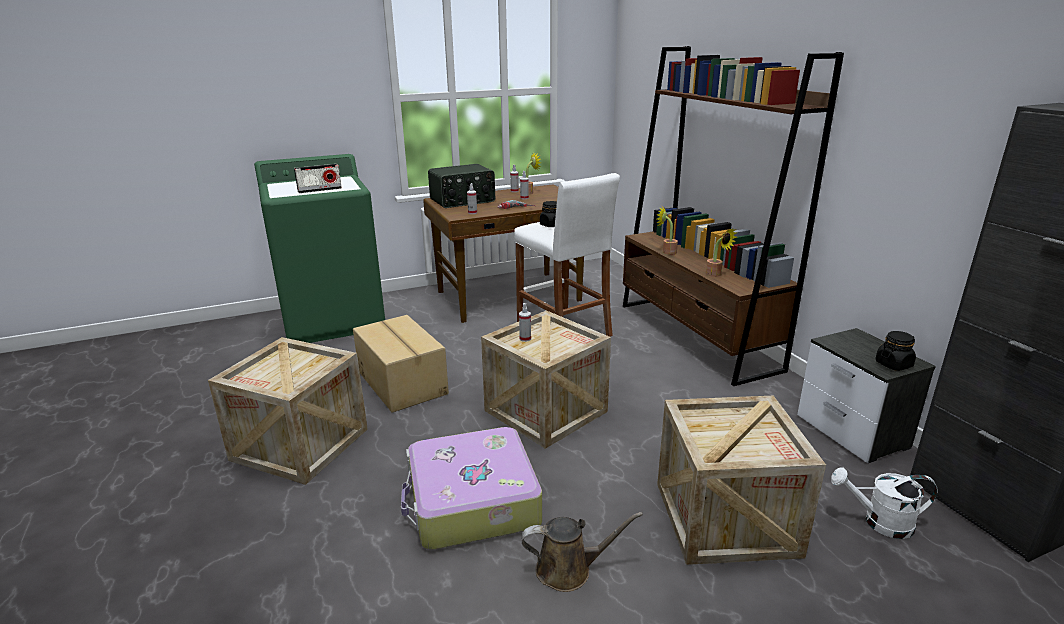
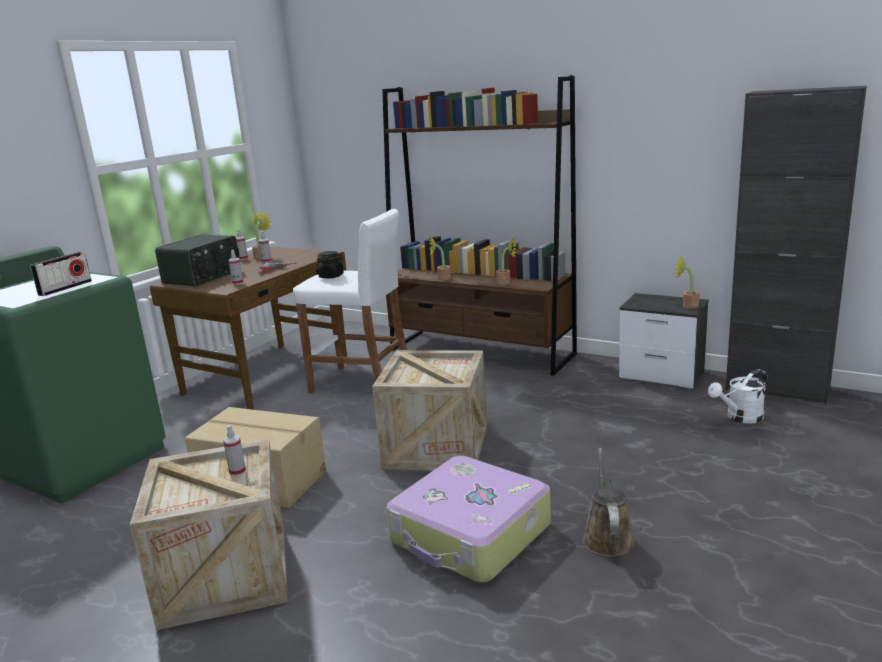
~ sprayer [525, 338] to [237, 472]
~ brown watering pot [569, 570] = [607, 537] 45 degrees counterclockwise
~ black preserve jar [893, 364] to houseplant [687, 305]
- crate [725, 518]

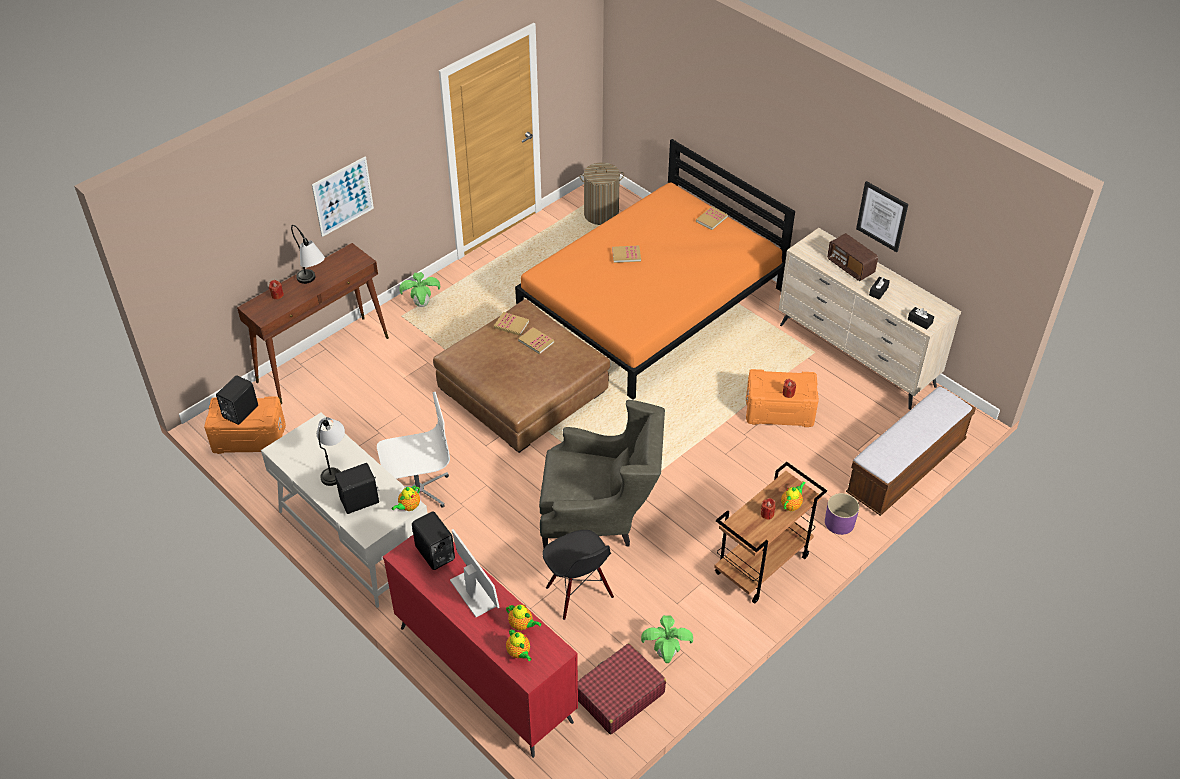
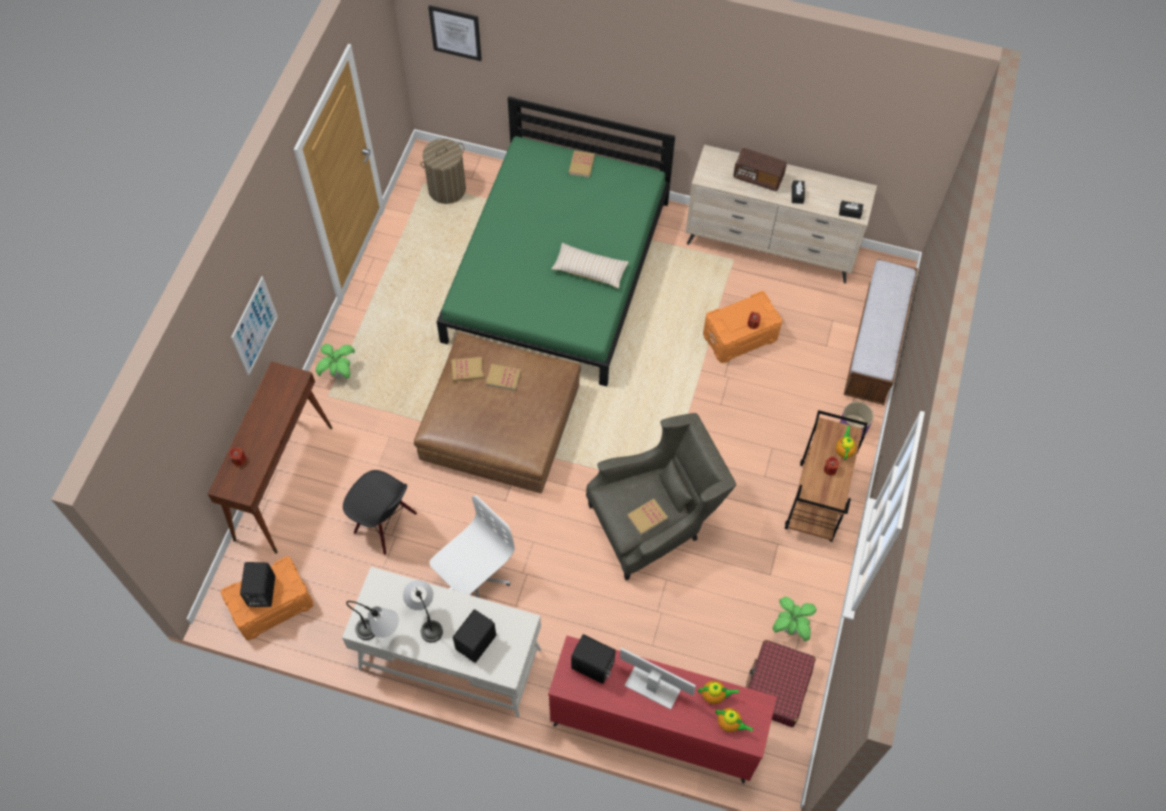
~ black upright chair [578, 593] to [385, 524]
~ table lamp [312, 284] to [380, 634]
~ wall art [882, 216] to [455, 32]
~ orange-coloured bed [652, 302] to green bed [558, 270]
+ beige-coloured pillow [590, 270]
~ book [626, 255] to [647, 517]
- pot for tea [408, 507]

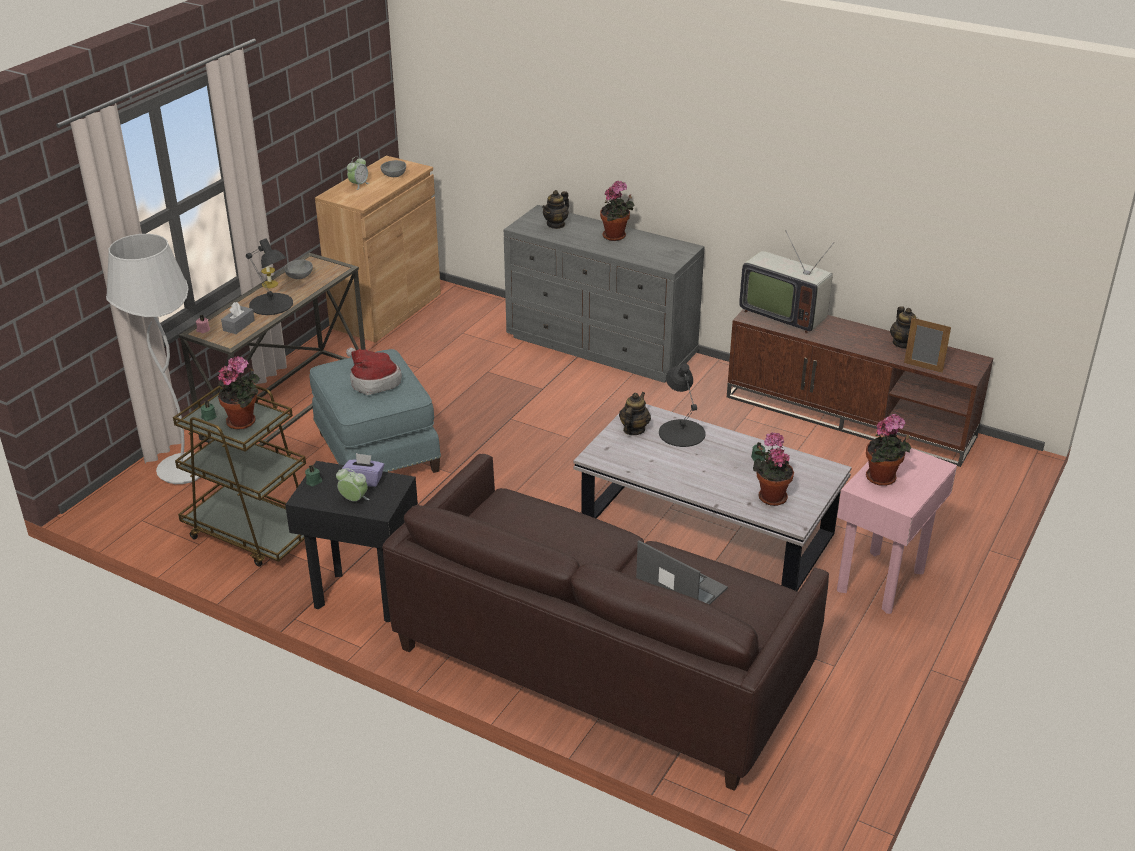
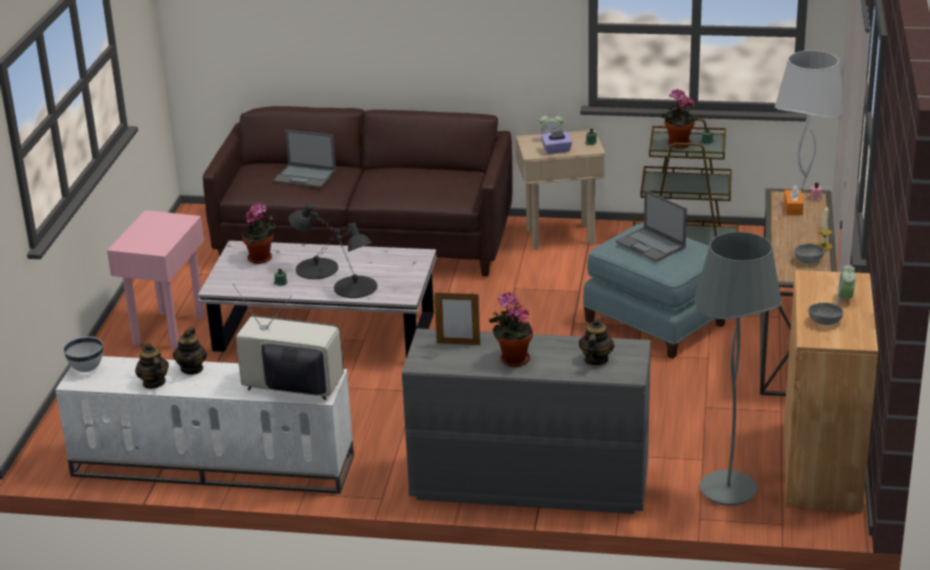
~ brown tv unit [850, 416] to white tv unit [210, 467]
+ white serving bowl [86, 369]
~ pot for tea [633, 430] to [192, 368]
~ black table lamp [271, 304] to [316, 268]
~ photo frame [923, 367] to [458, 343]
~ black end table [363, 595] to beige-coloured end table [560, 236]
~ clothing hat [372, 381] to notebook computer [651, 245]
+ greyish floor lamp [728, 491]
~ greyish box of tissues [238, 325] to orange-coloured box of tissues [793, 208]
- houseplant [883, 479]

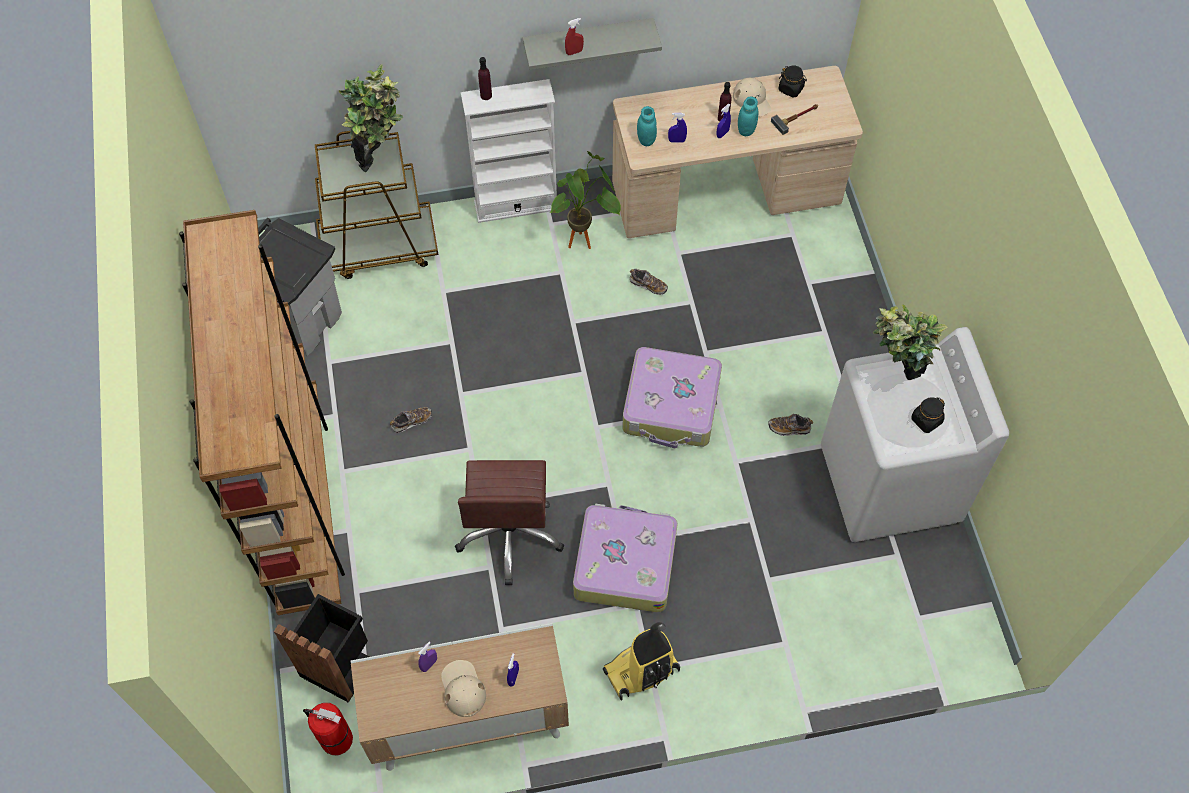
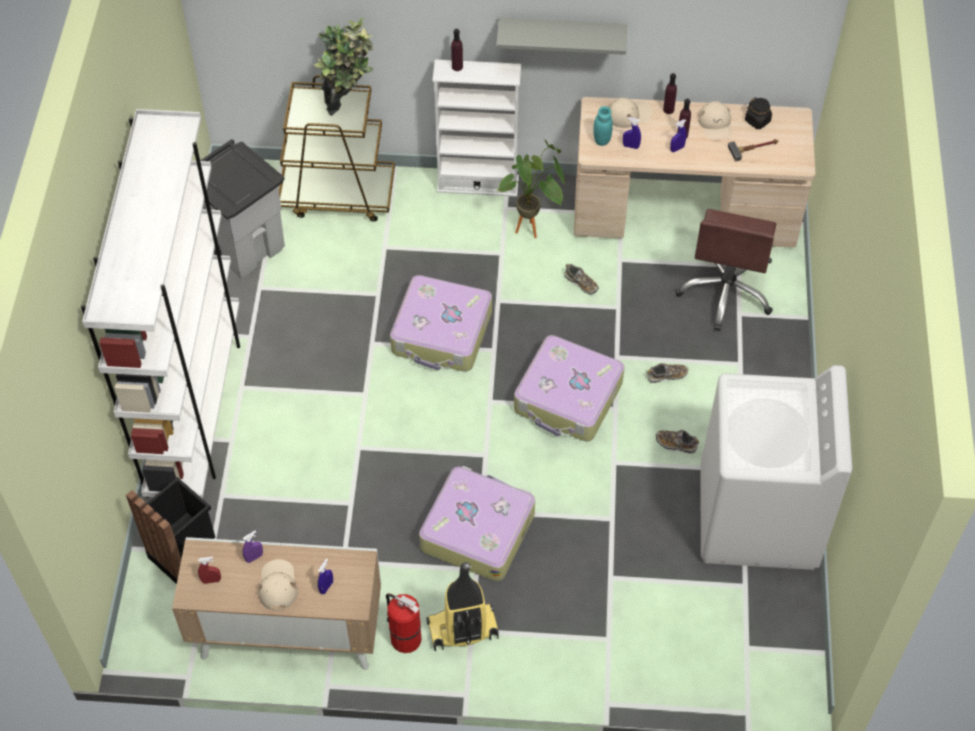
~ brown bookshelf [301, 504] to white bookshelf [195, 408]
~ reddish sprayer [574, 52] to [211, 580]
~ extinguisher [334, 739] to [404, 638]
+ travel case [442, 333]
+ beige-coloured baseball cap [629, 114]
~ low shoe [411, 421] to [666, 376]
+ purple beverage bottle [668, 109]
~ brown desk chair [510, 534] to [726, 292]
- turquoise preserve jar [746, 130]
- houseplant [894, 377]
- black preserve jar [926, 420]

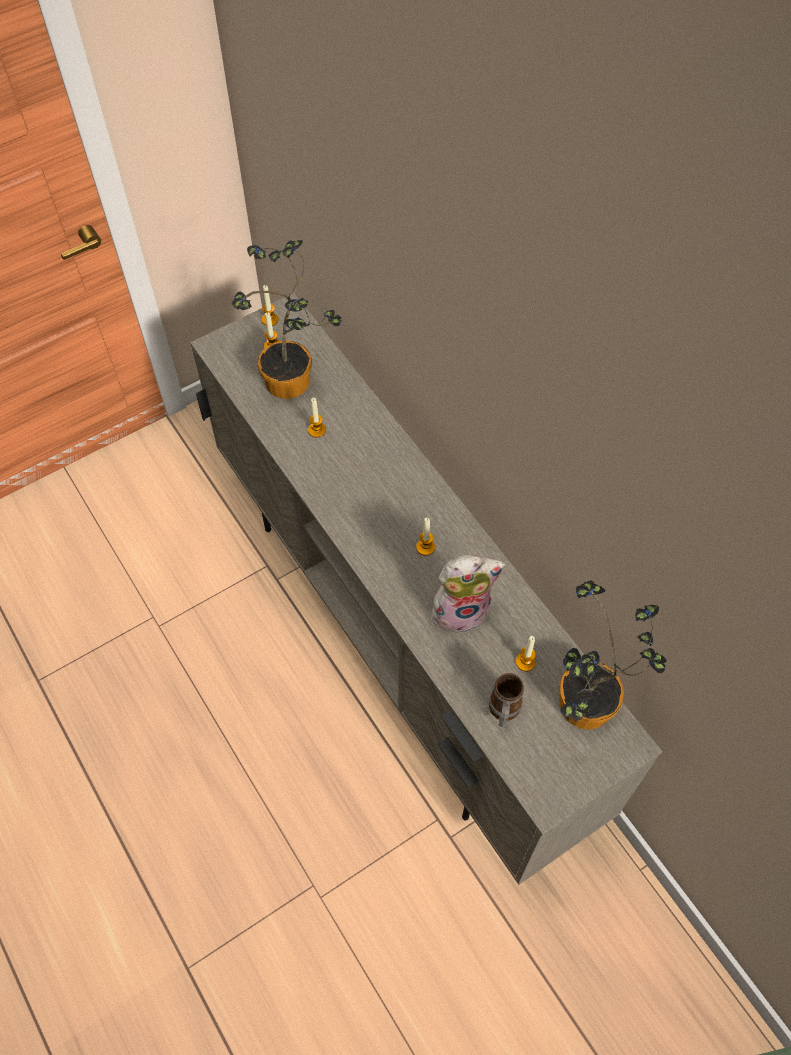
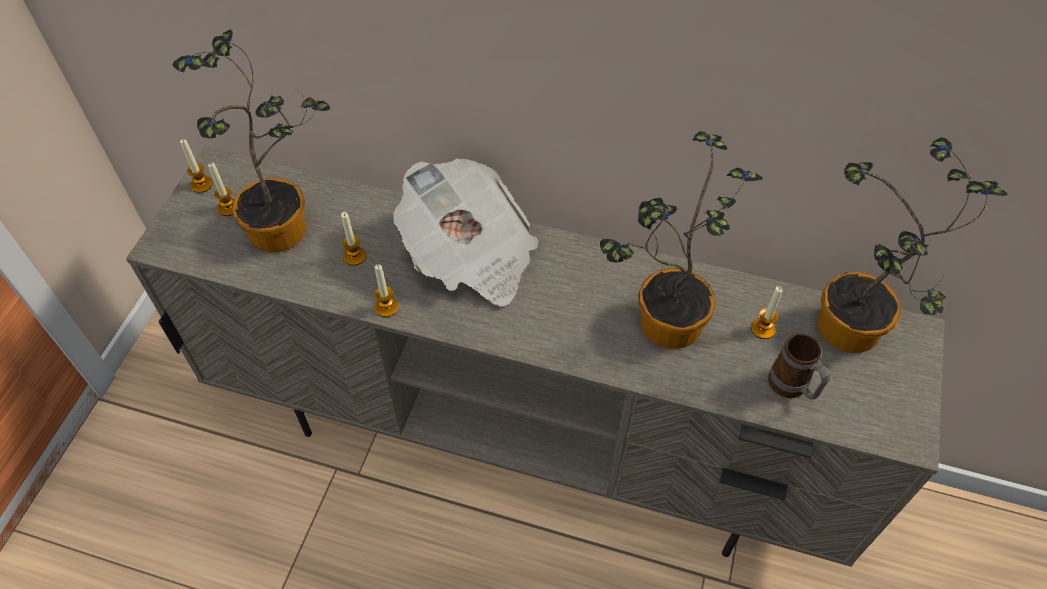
~ candle [425, 547] to [386, 307]
+ newspaper [470, 255]
~ plush toy [461, 609] to houseplant [660, 324]

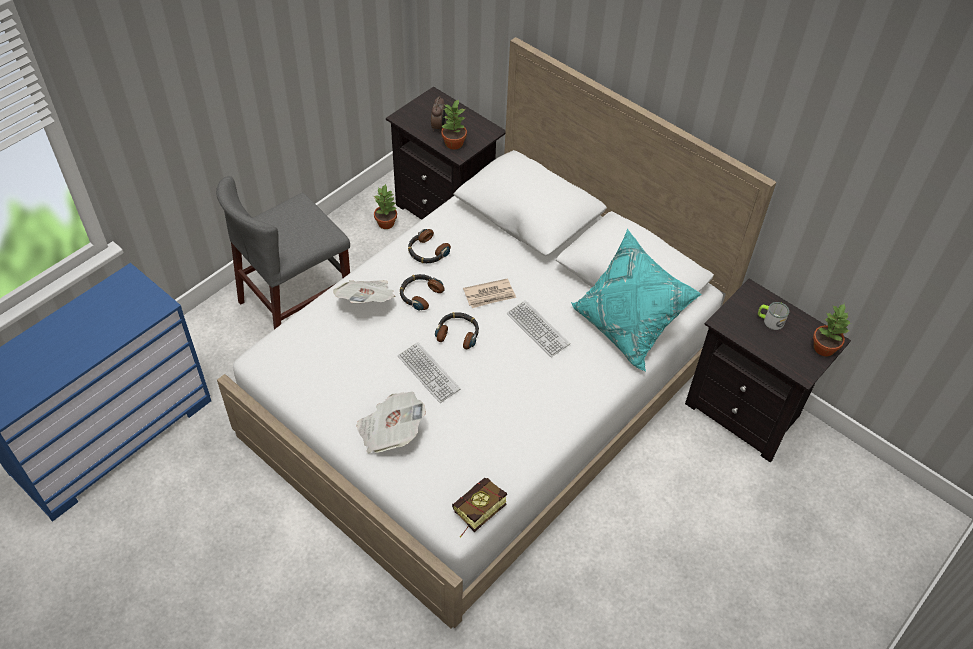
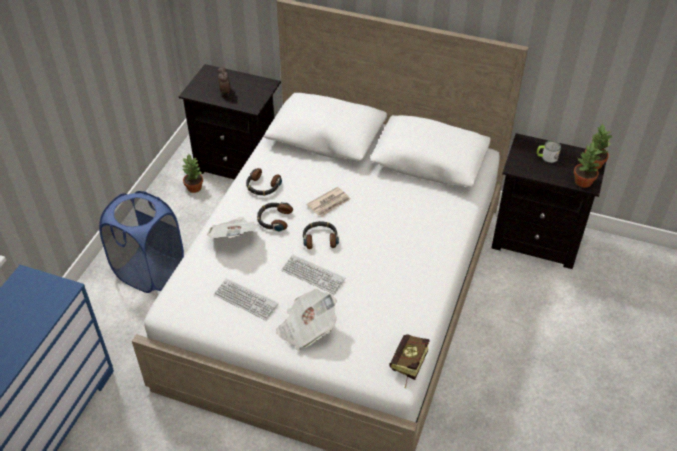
~ greyish upright chair [296, 304] to bluish laundry basket [149, 271]
~ PC keyboard [537, 329] to [246, 300]
~ houseplant [453, 143] to [583, 182]
- turquoise pillow [627, 327]

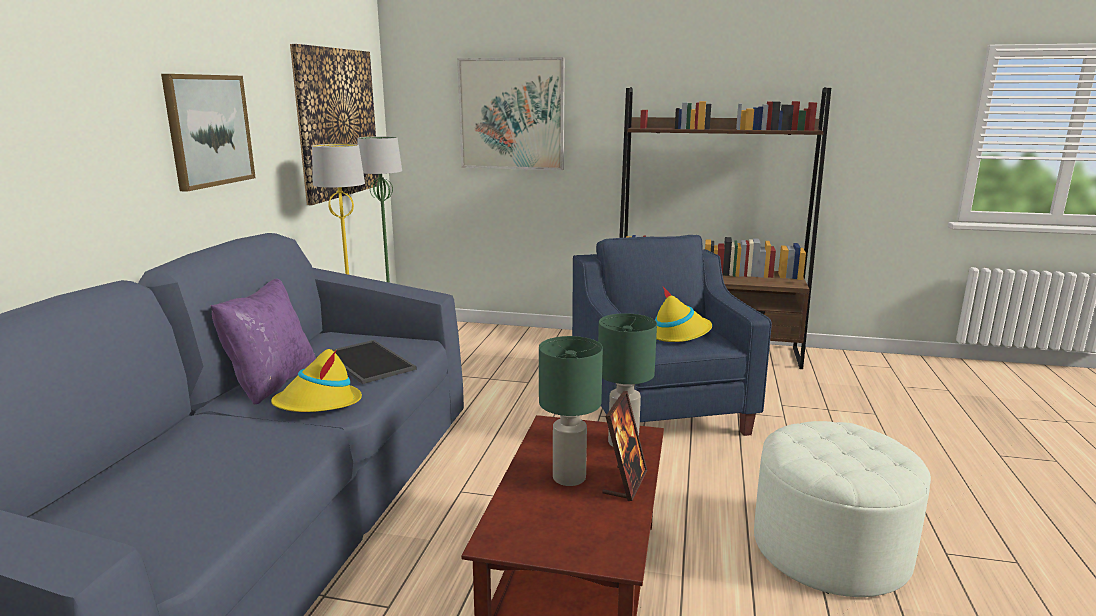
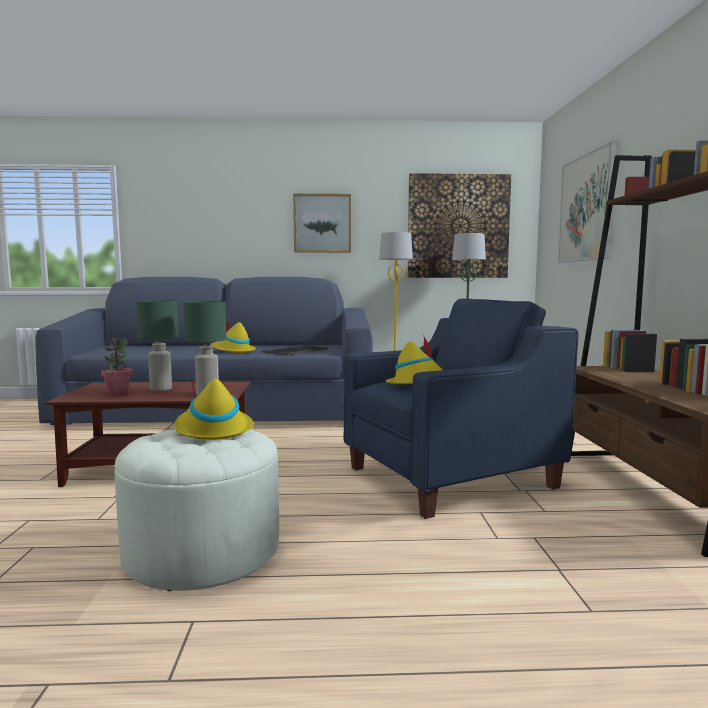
+ houseplant [118, 393]
+ yellow clothing hat [213, 429]
- purple pillow [271, 383]
- photo frame [625, 483]

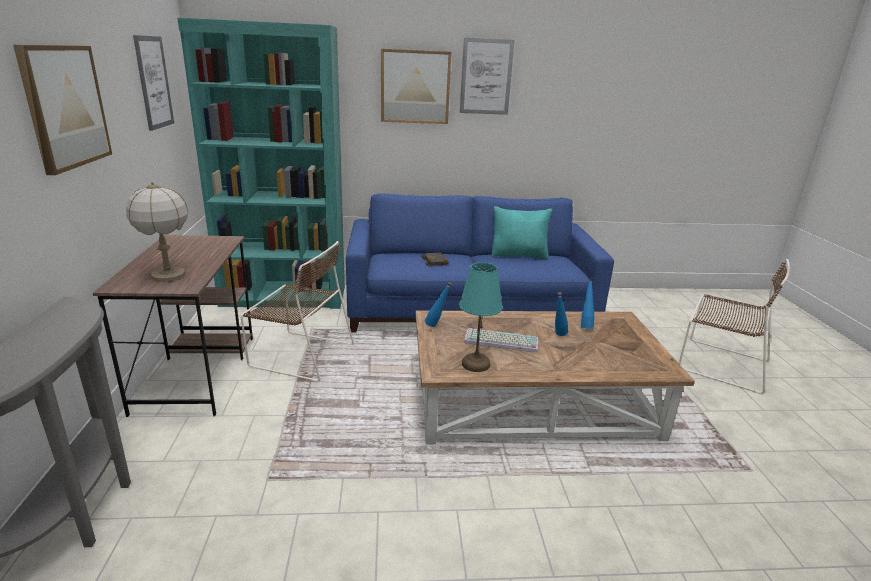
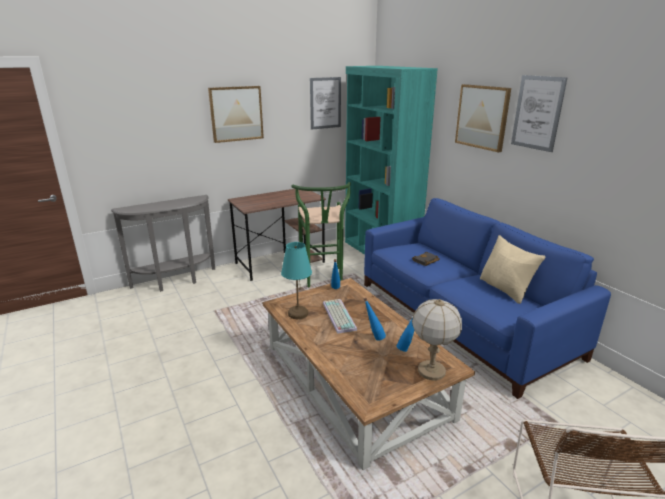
~ brown upright chair [299, 354] to green stool seat [323, 280]
~ table lamp [168, 275] to [431, 371]
~ turquoise pillow [519, 255] to beige-coloured pillow [505, 289]

